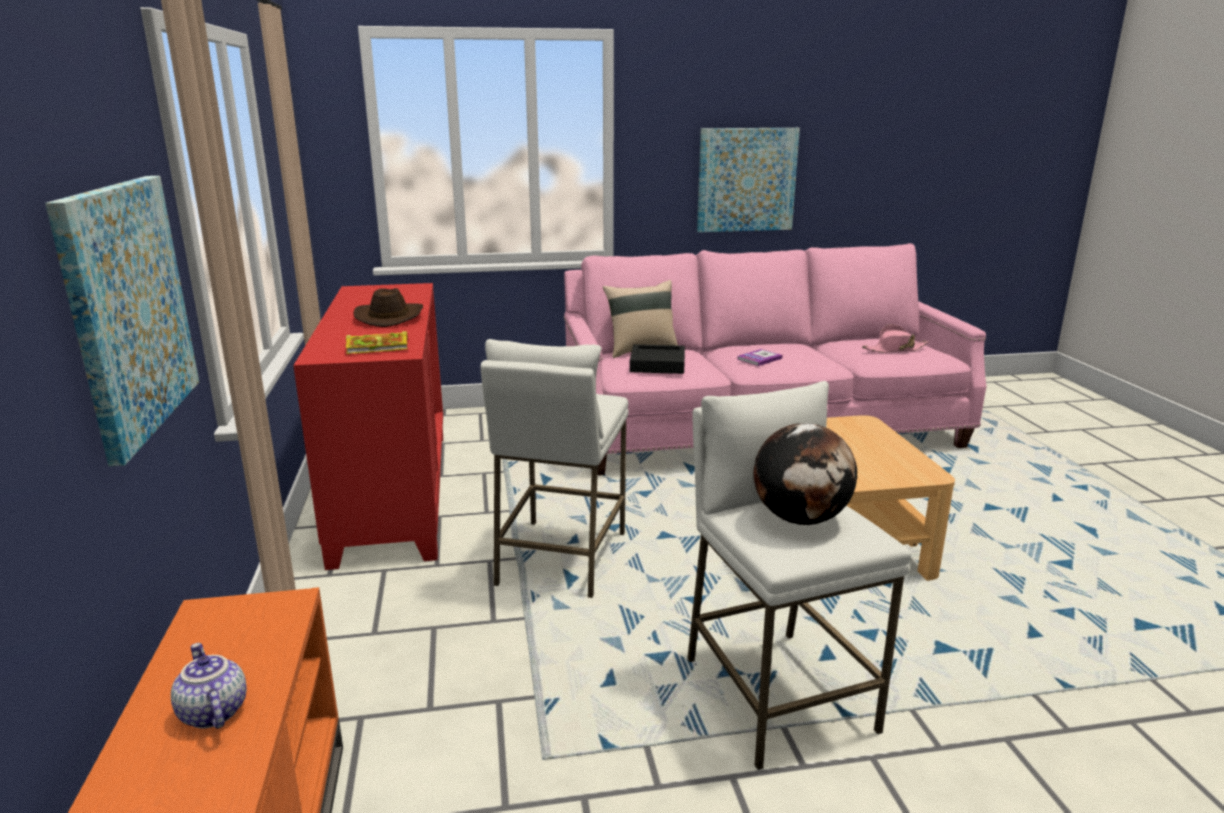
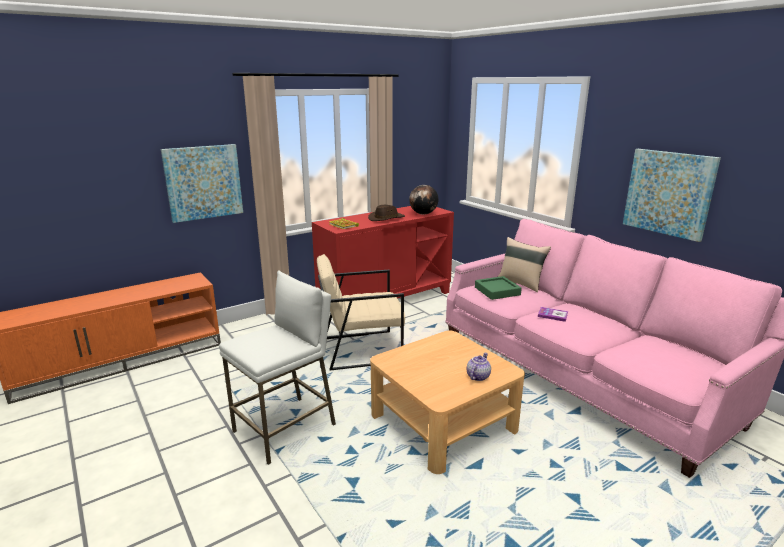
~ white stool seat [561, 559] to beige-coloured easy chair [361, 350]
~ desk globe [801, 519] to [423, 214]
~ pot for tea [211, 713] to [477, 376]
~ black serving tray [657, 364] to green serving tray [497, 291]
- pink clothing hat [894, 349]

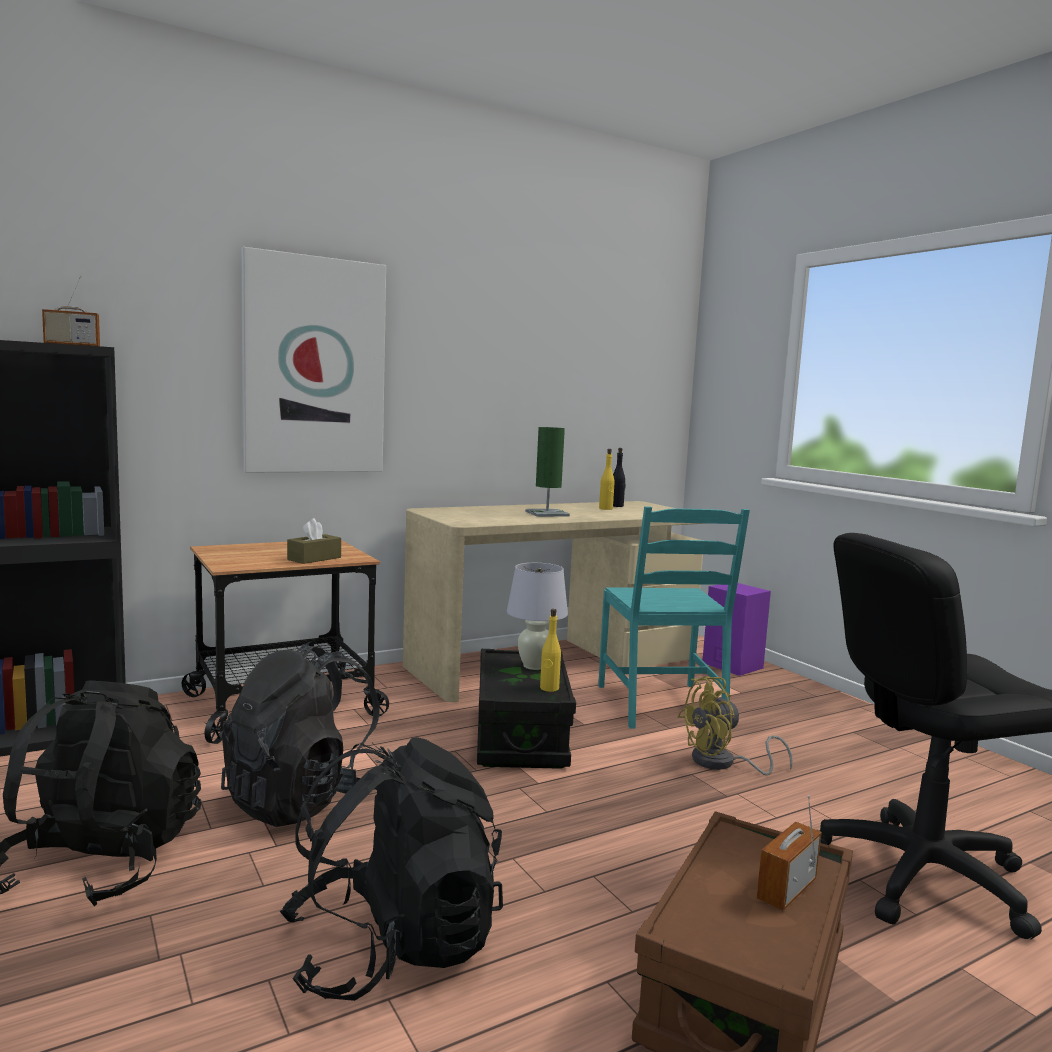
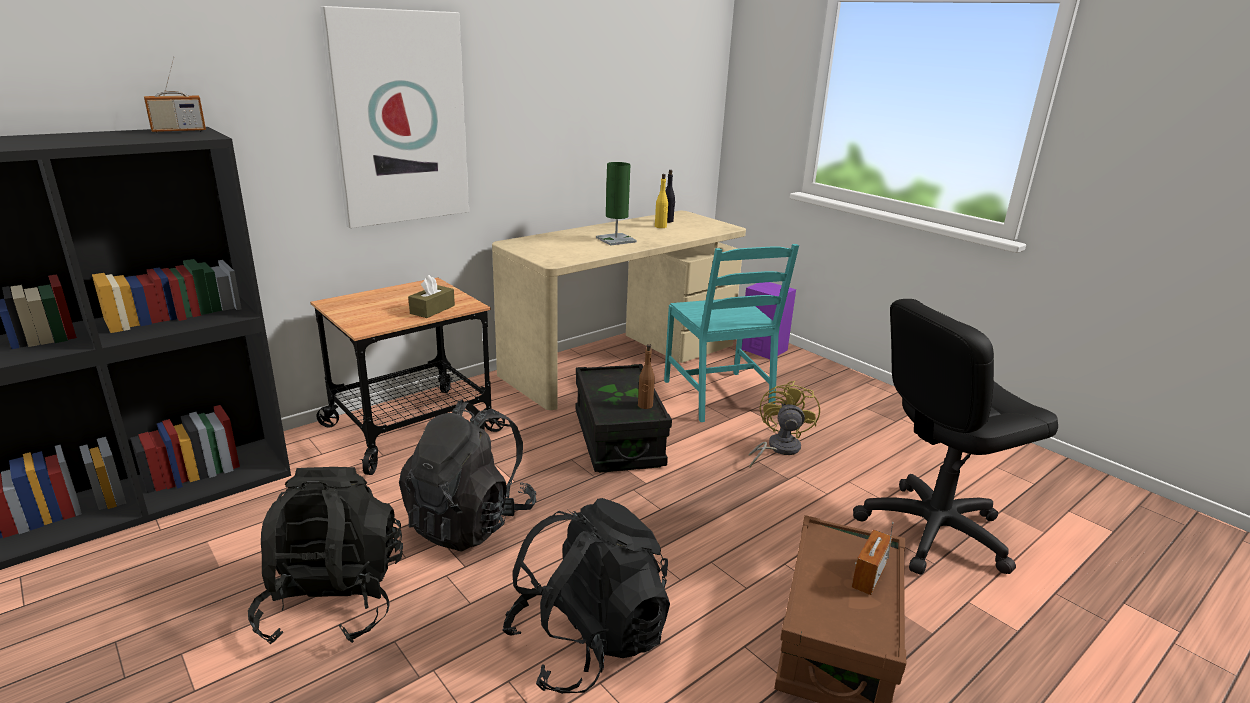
~ yellow beverage bottle [549, 688] to brown beverage bottle [645, 405]
~ yellow cooling fan [722, 763] = [778, 449] 135 degrees clockwise
- white table lamp [534, 666]

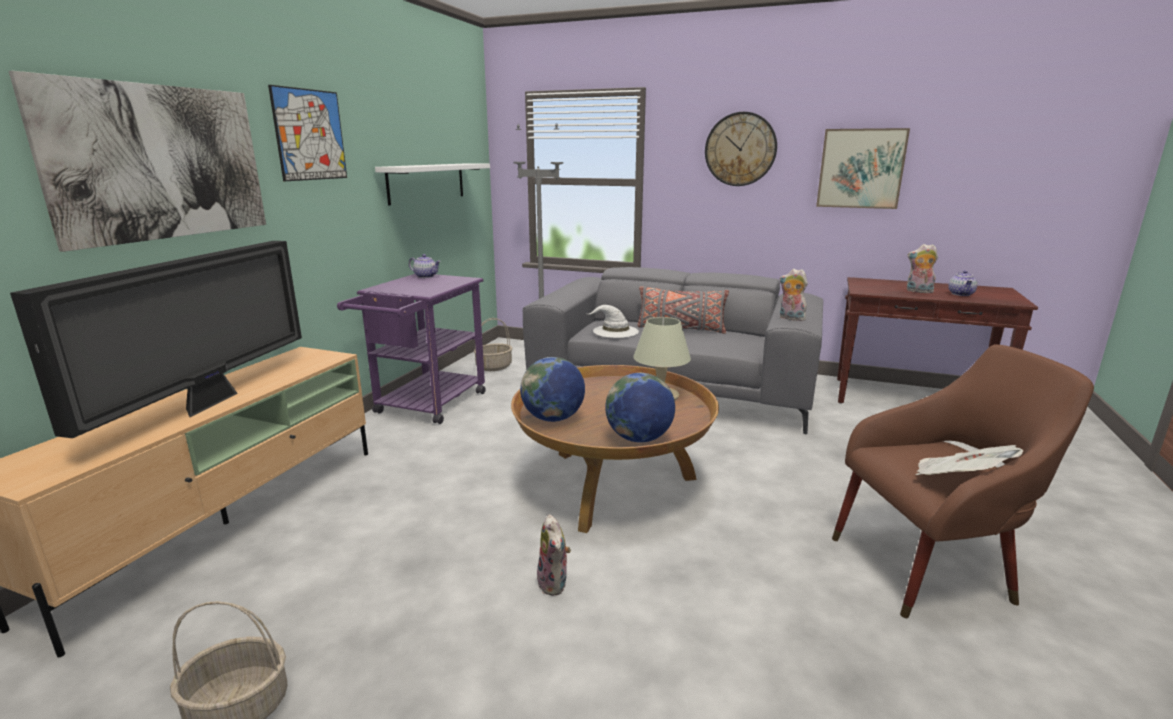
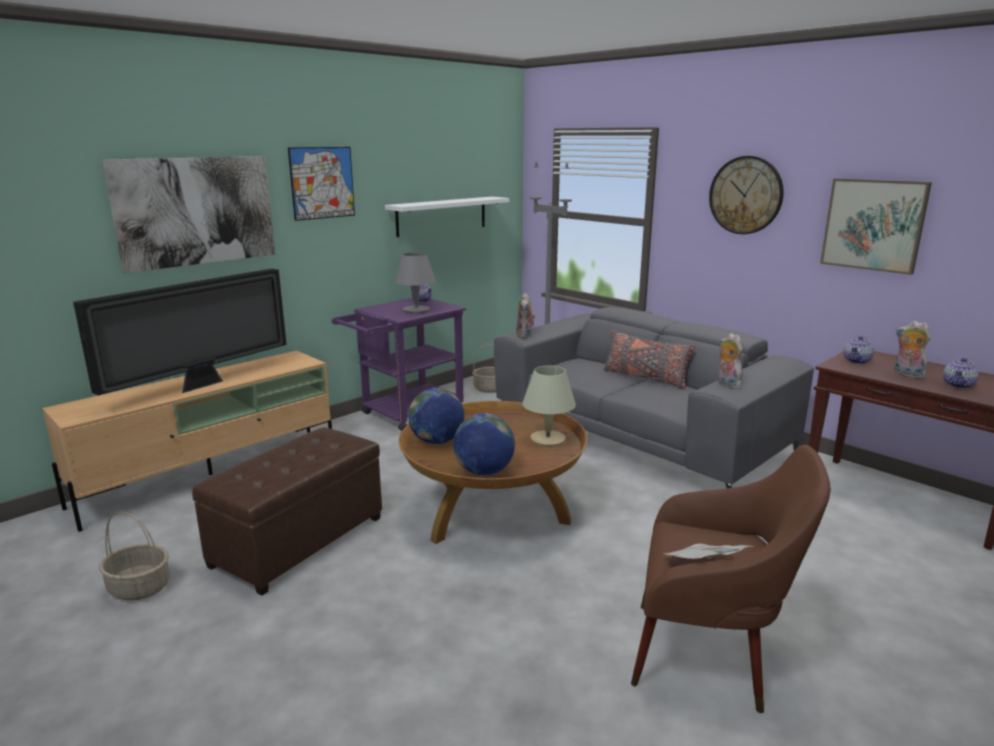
+ brown pouffe [300, 541]
+ greyish table lamp [416, 310]
~ plush toy [555, 584] to [525, 336]
+ pot for tea [857, 361]
- white clothing hat [615, 331]

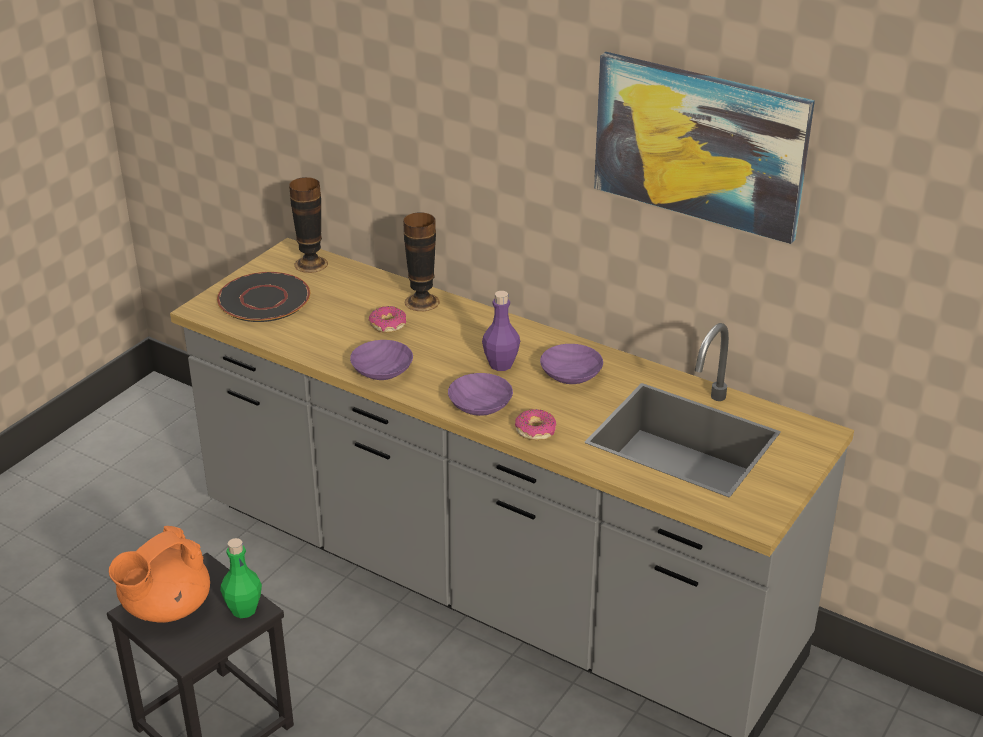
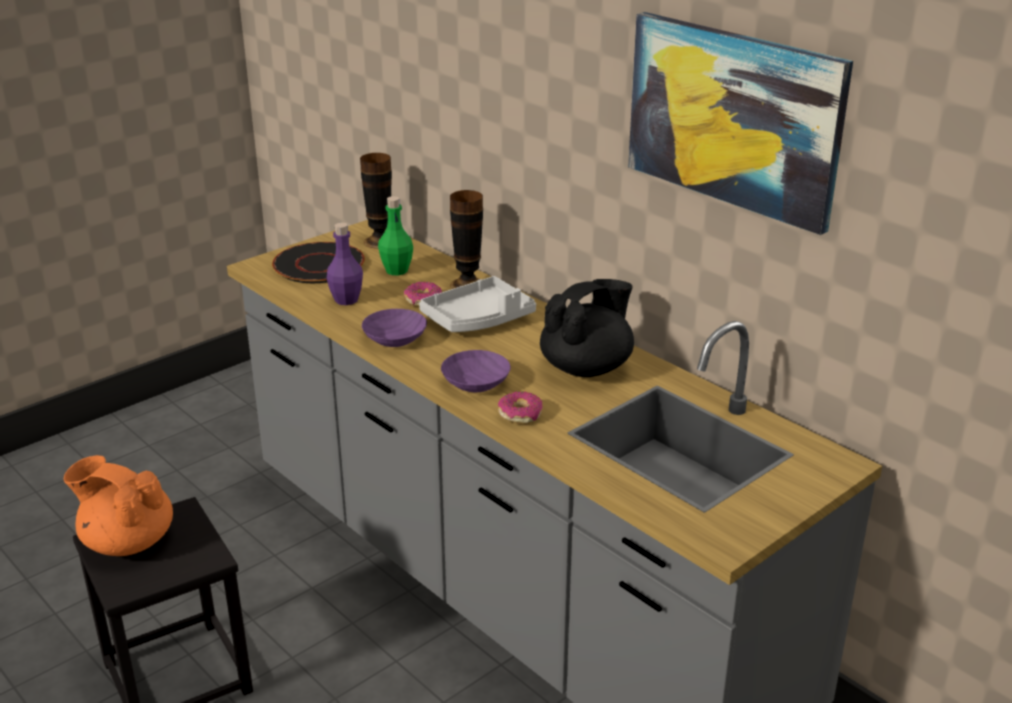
~ orange-coloured pot for tea [165, 608] = [127, 541] 60 degrees clockwise
~ purple beverage bottle [501, 364] to [346, 300]
~ green beverage bottle [244, 609] to [396, 270]
+ greyish serving tray [478, 319]
~ purple serving bowl [572, 374] to black pot for tea [587, 367]

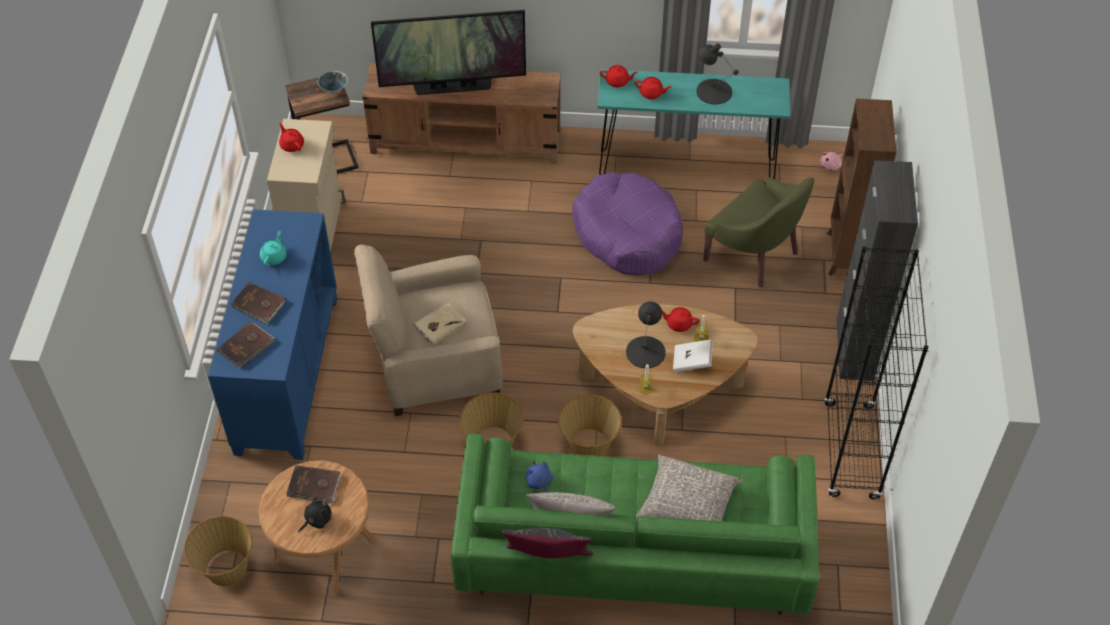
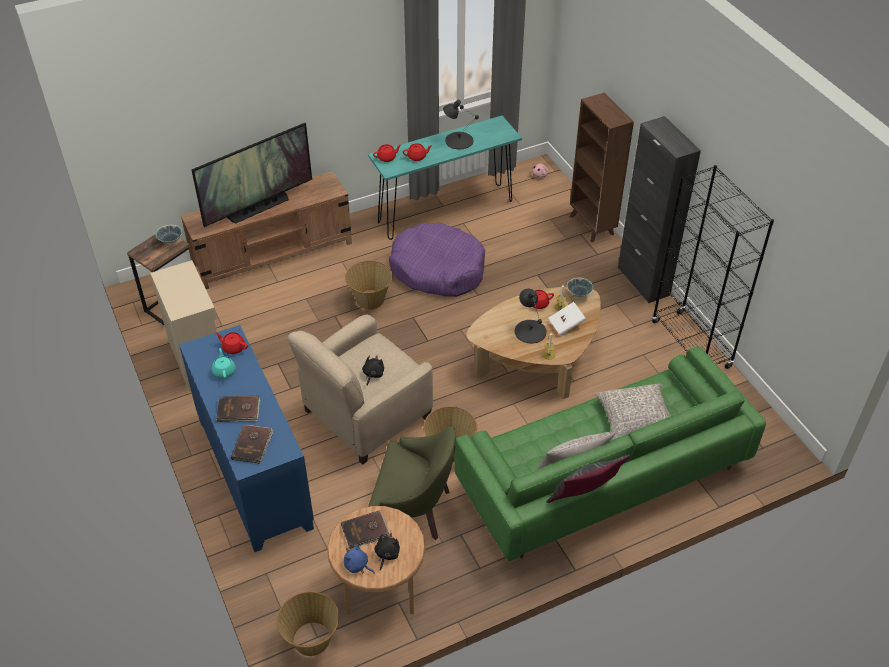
~ reddish pot for tea [292, 145] to [233, 347]
~ bluish plush toy [539, 483] to [357, 566]
~ storage basket [589, 445] to [370, 300]
~ beige-coloured book [439, 325] to black plush toy [373, 374]
~ green easy chair [755, 254] to [414, 509]
+ serving bowl [579, 294]

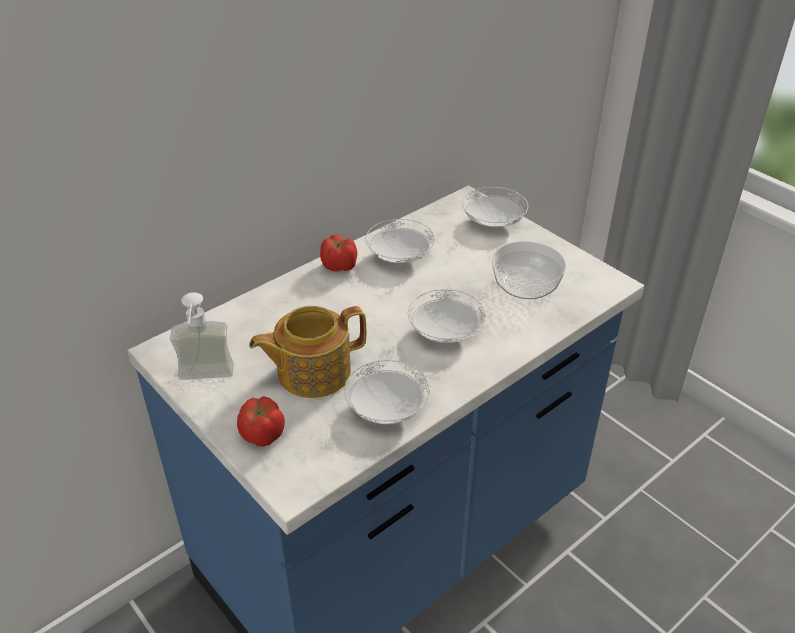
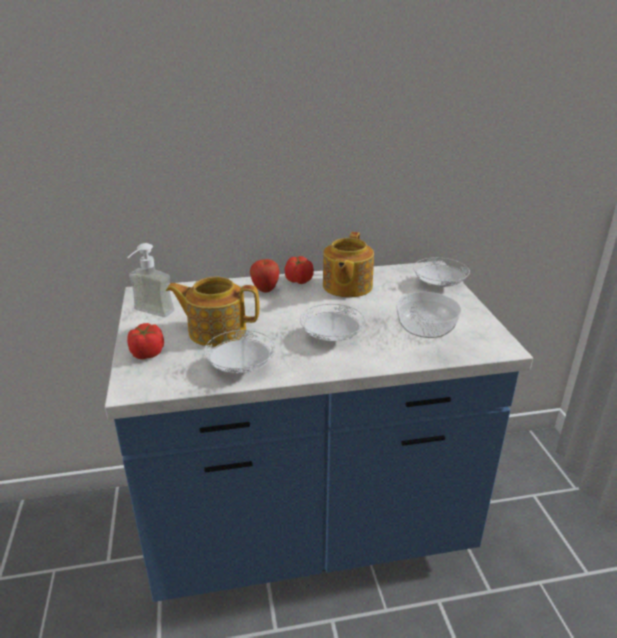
+ apple fruit [265, 290]
~ white plate [400, 256] to pot for tea [346, 286]

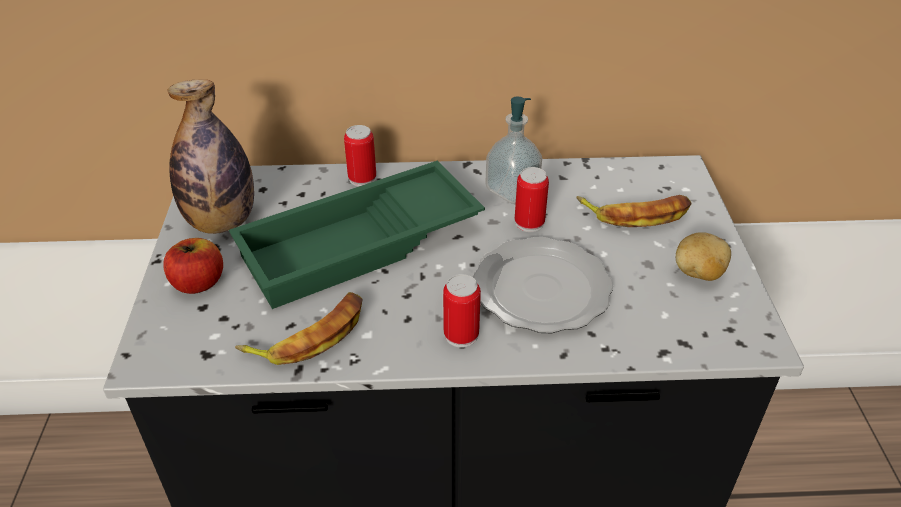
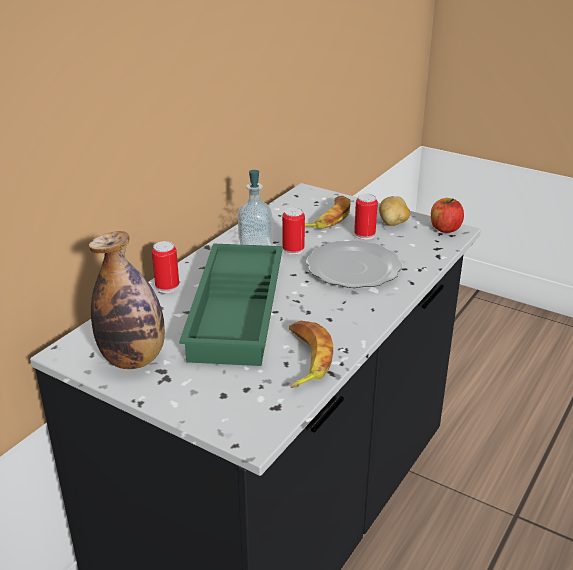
~ metal can [461, 335] to [364, 235]
~ apple fruit [198, 283] to [445, 228]

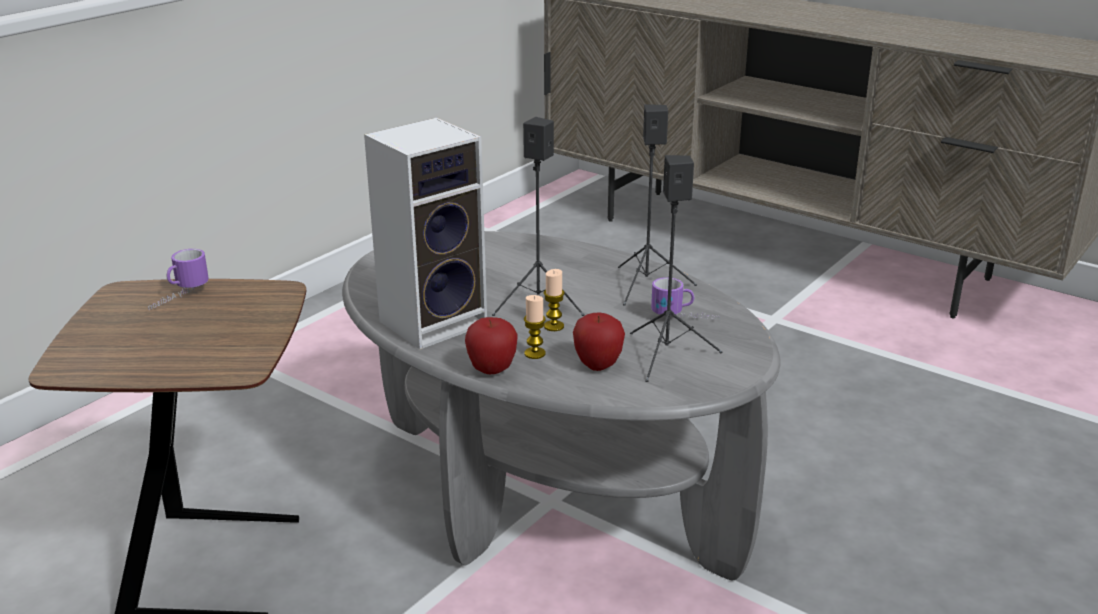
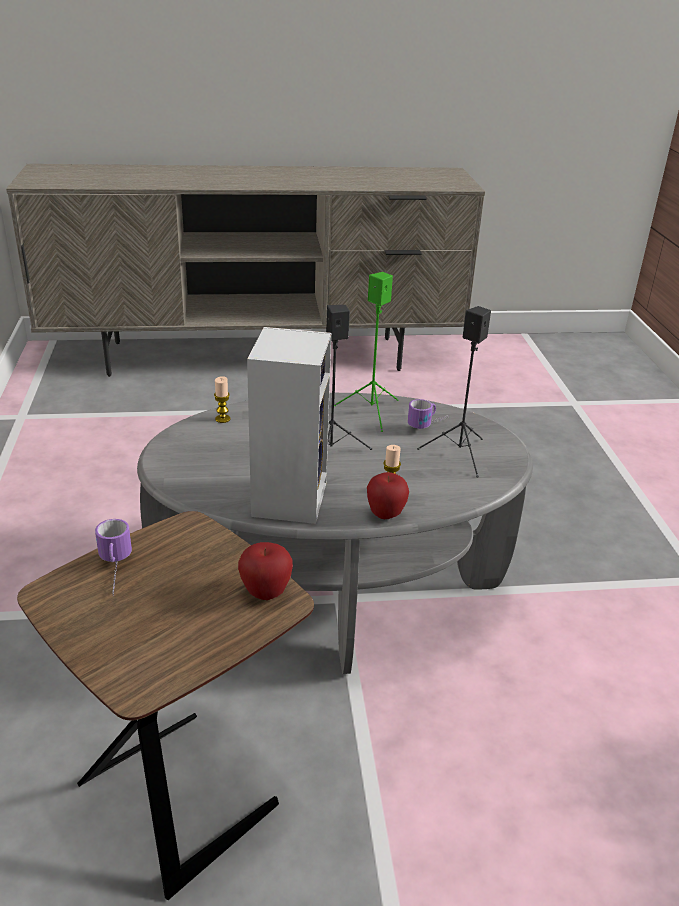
~ candle [554, 326] to [222, 419]
~ apple fruit [598, 365] to [265, 593]
~ black speaker [646, 286] to green speaker [372, 412]

